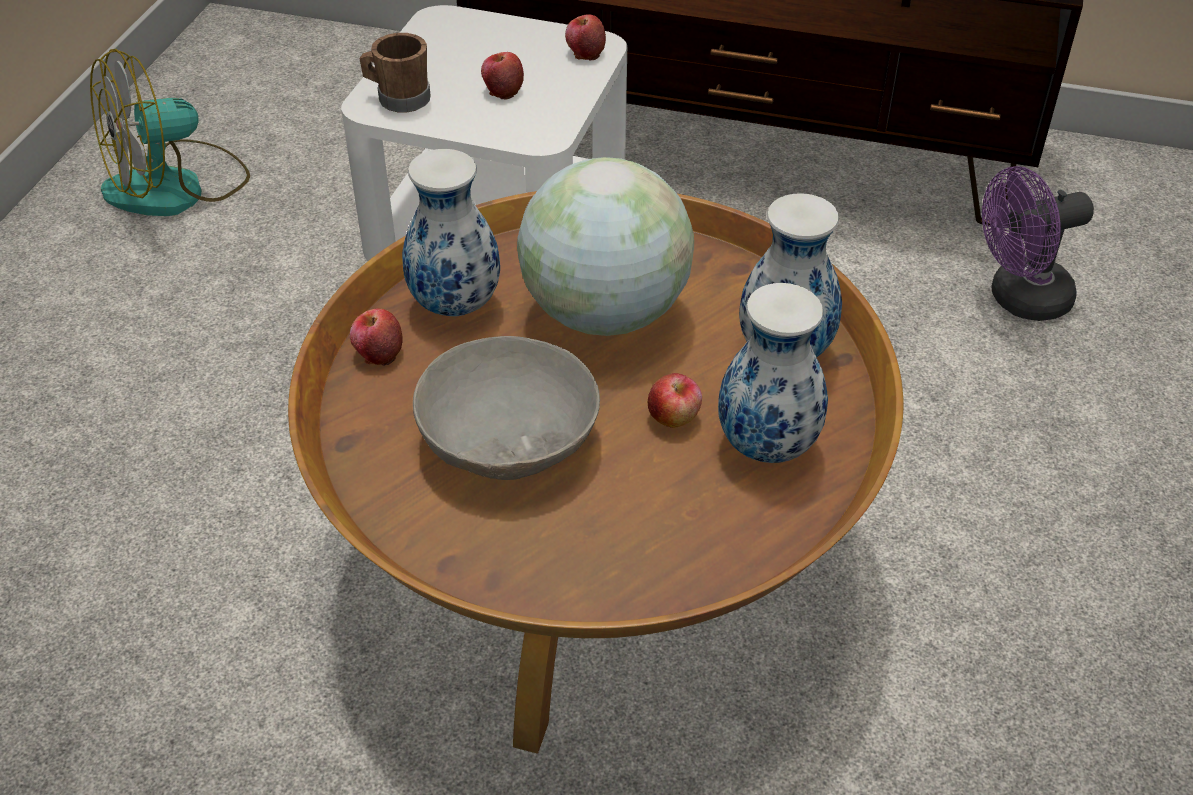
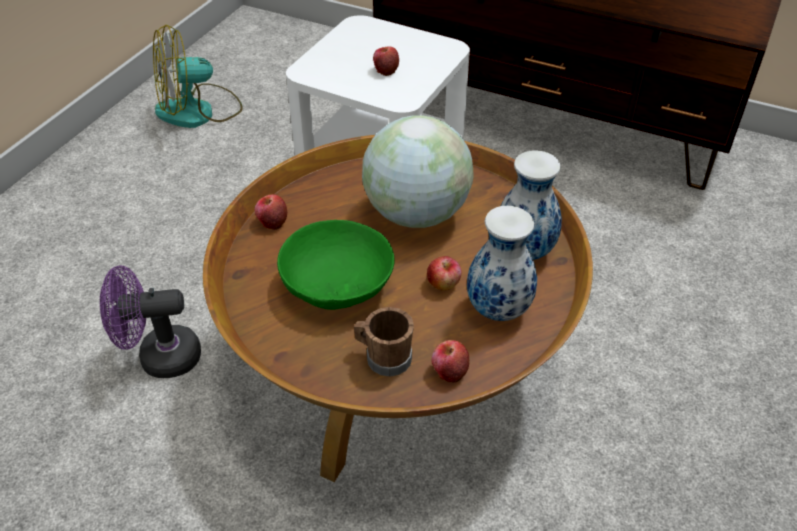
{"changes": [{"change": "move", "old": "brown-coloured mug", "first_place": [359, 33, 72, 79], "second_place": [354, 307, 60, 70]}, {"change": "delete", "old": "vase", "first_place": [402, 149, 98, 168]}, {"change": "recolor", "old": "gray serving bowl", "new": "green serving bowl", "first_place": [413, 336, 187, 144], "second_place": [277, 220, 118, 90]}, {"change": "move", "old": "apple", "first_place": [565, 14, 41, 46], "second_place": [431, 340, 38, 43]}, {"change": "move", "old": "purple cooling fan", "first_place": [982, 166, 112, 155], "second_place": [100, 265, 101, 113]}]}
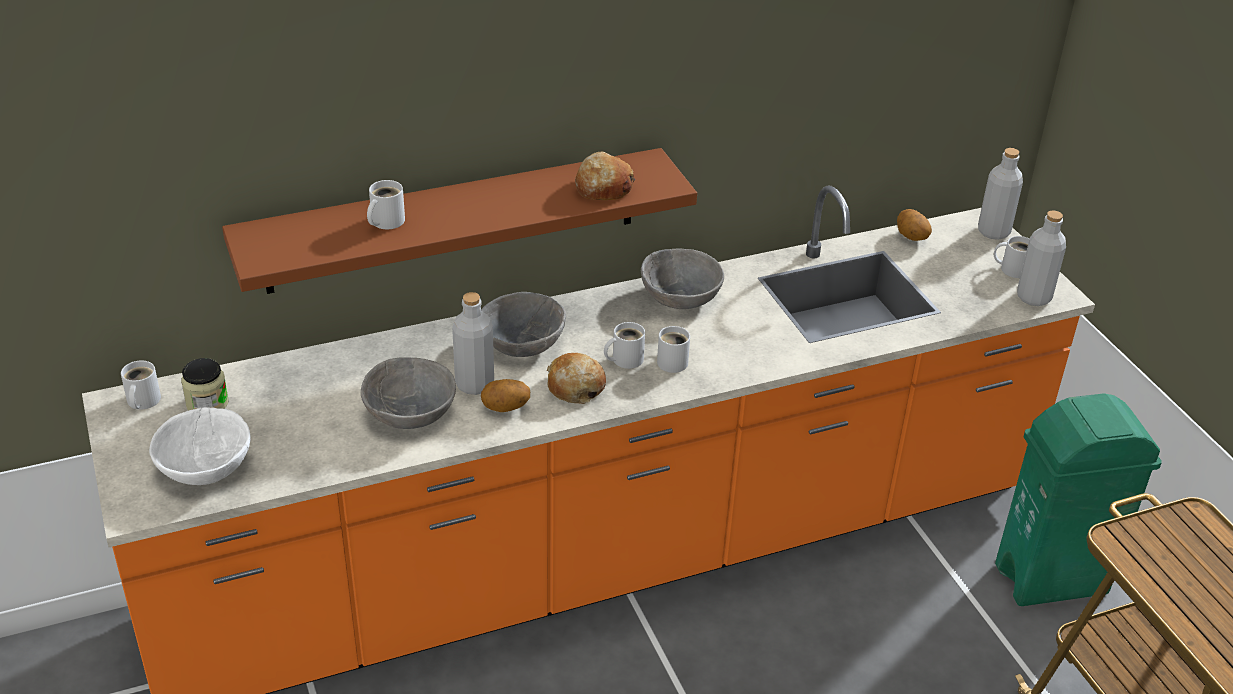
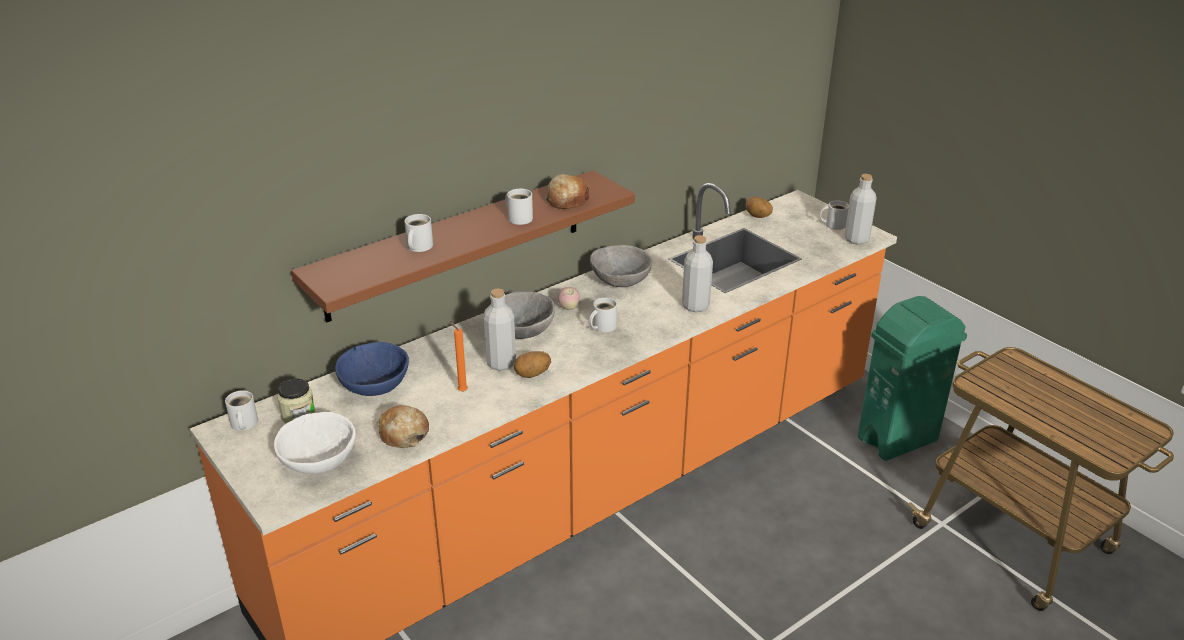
{"changes": [{"change": "replace", "old": "gray serving bowl", "new": "orangey candle", "first_place": [361, 357, 95, 72], "second_place": [450, 321, 18, 71]}, {"change": "move", "old": "bakery bread", "first_place": [547, 353, 59, 51], "second_place": [376, 405, 53, 43]}, {"change": "move", "old": "white mug", "first_place": [657, 326, 33, 47], "second_place": [505, 189, 28, 36]}, {"change": "move", "old": "gray drink bottle", "first_place": [978, 148, 45, 92], "second_place": [682, 235, 31, 77]}, {"change": "insert", "new": "blue-coloured serving bowl", "second_place": [335, 342, 74, 54]}, {"change": "insert", "new": "apple", "second_place": [558, 287, 22, 23]}]}
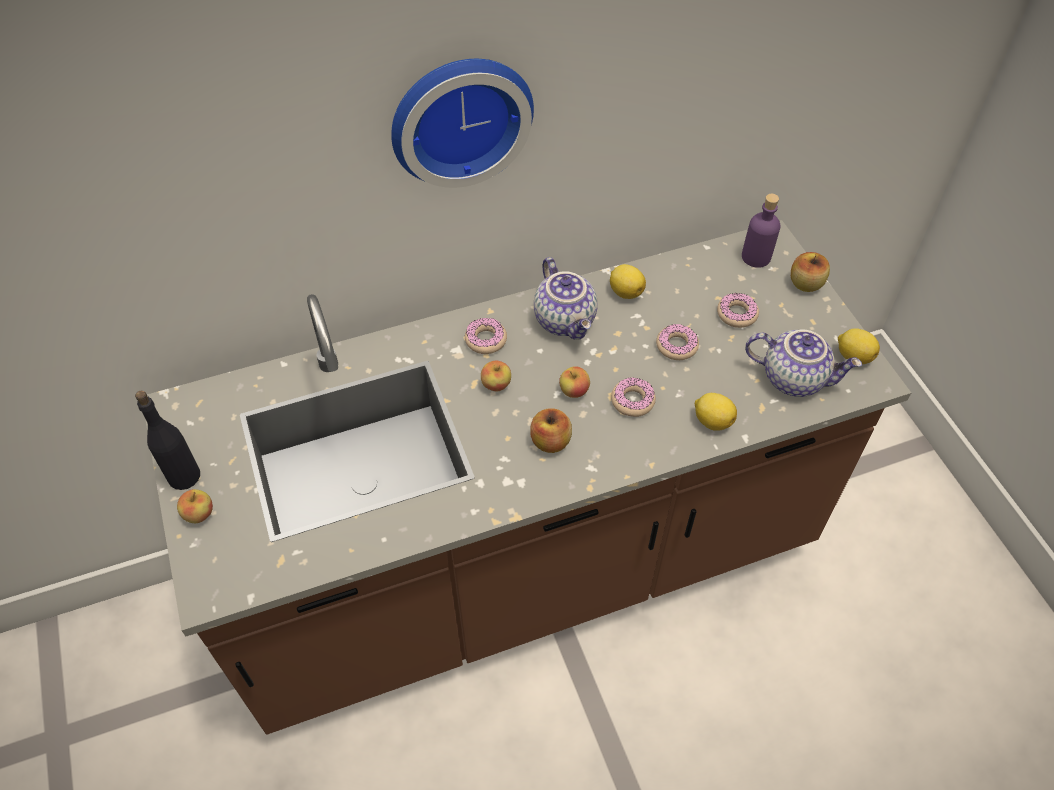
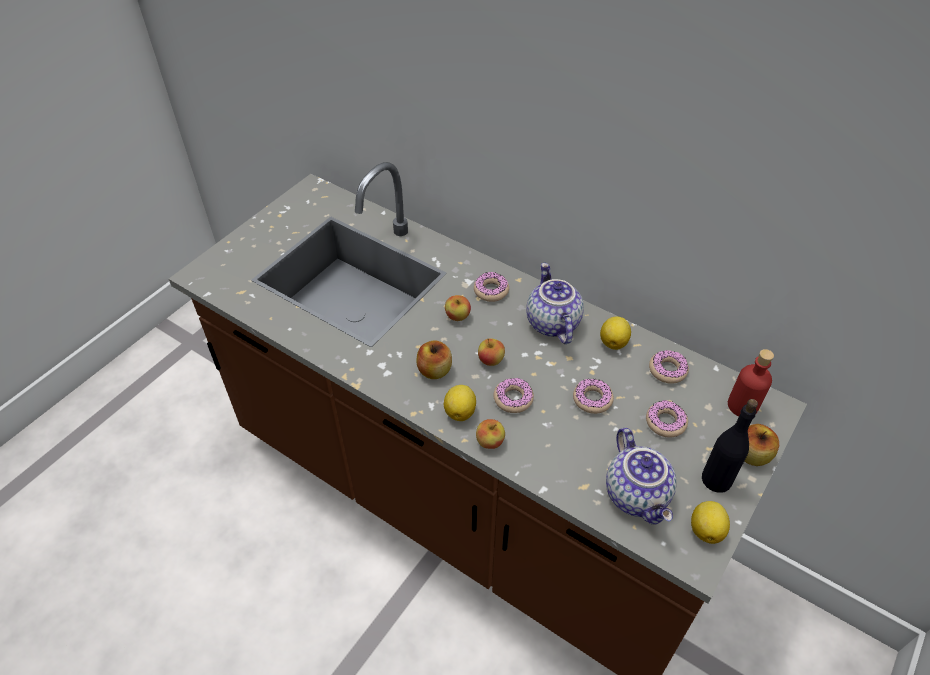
{"changes": [{"change": "move", "old": "black drink bottle", "first_place": [135, 391, 65, 99], "second_place": [702, 399, 56, 94]}, {"change": "move", "old": "apple", "first_place": [177, 489, 36, 34], "second_place": [476, 419, 29, 30]}, {"change": "delete", "old": "hanging clock", "first_place": [391, 59, 143, 129]}, {"change": "rotate", "old": "teapot", "first_place": [534, 257, 64, 83], "second_place": [526, 263, 58, 81], "degrees": 135}, {"change": "move", "old": "lemon", "first_place": [695, 393, 42, 38], "second_place": [444, 385, 32, 36]}, {"change": "recolor", "old": "purple drink bottle", "new": "red drink bottle", "first_place": [742, 194, 38, 74], "second_place": [728, 349, 46, 67]}, {"change": "insert", "new": "ring doughnut", "second_place": [649, 350, 40, 34]}]}
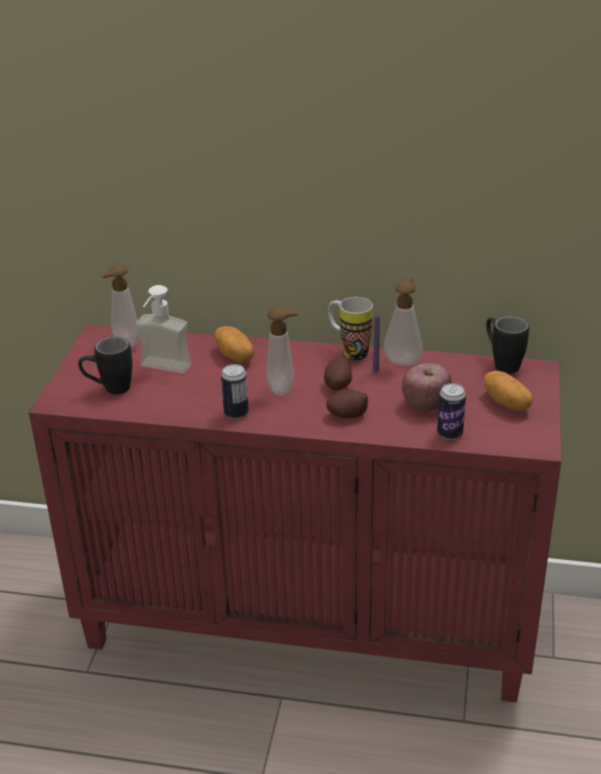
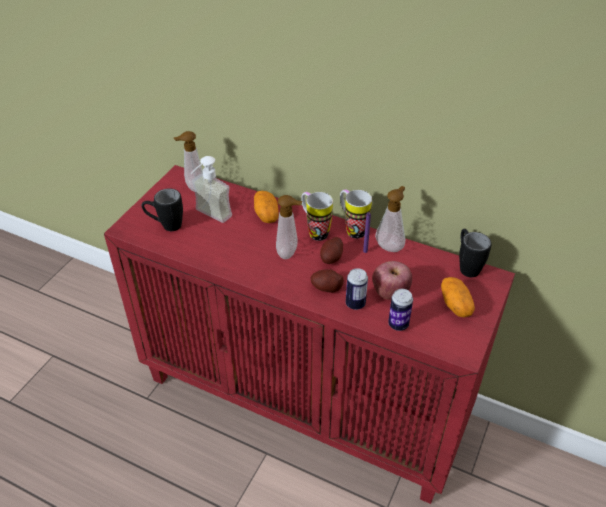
{"changes": [{"change": "move", "old": "metal can", "first_place": [221, 364, 28, 55], "second_place": [346, 268, 22, 42]}, {"change": "insert", "new": "mug", "second_place": [301, 192, 32, 49]}]}
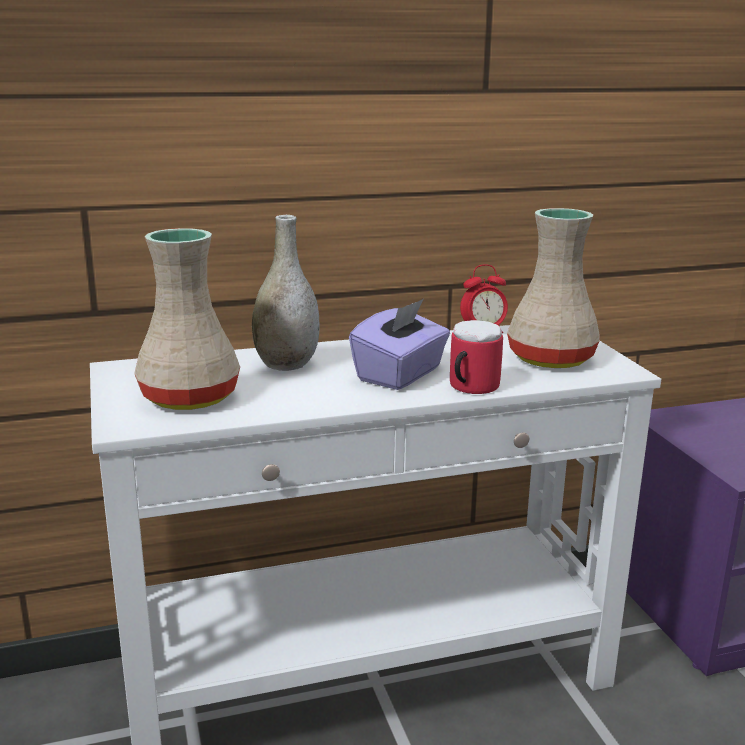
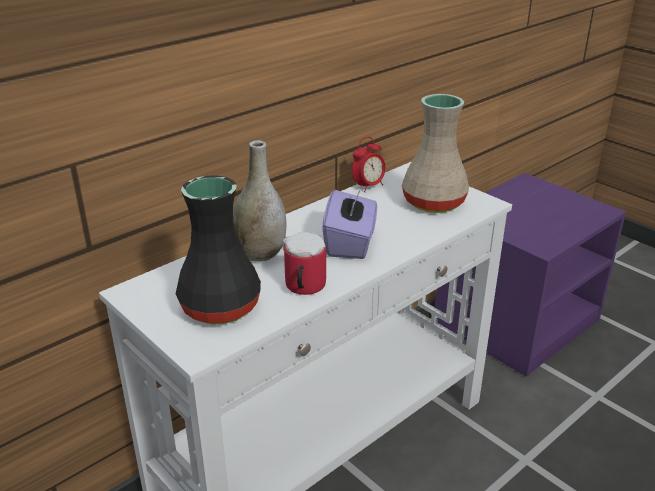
{"changes": [{"change": "recolor", "old": "beige-coloured vase", "new": "black vase", "first_place": [134, 228, 106, 182], "second_place": [176, 175, 85, 149]}, {"change": "move", "old": "mug", "first_place": [450, 320, 53, 74], "second_place": [282, 232, 44, 63]}]}
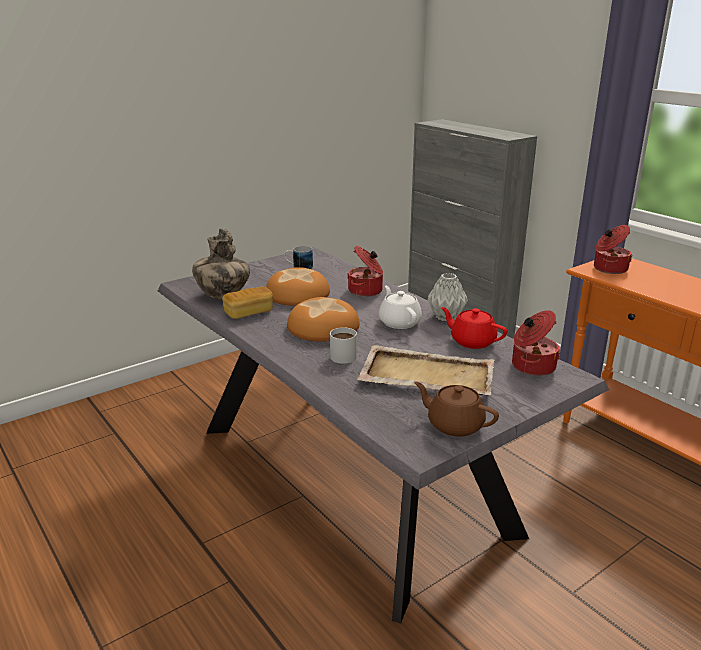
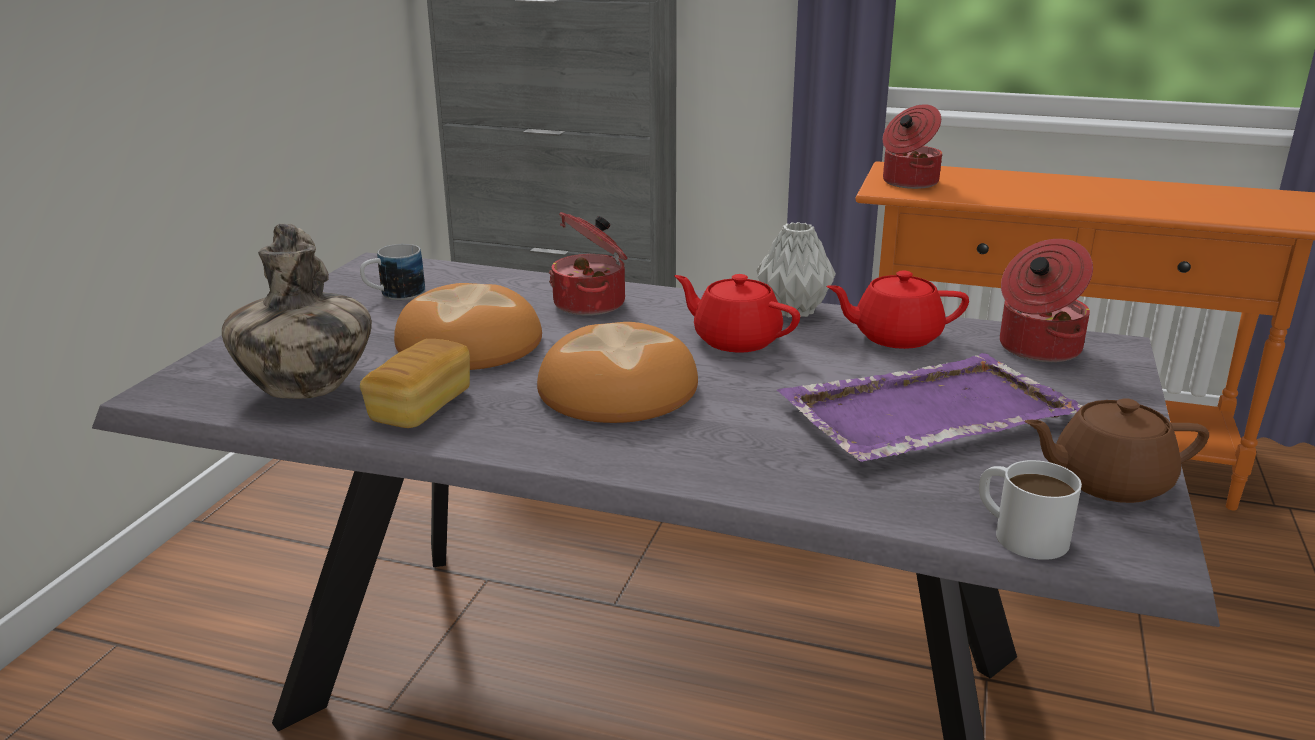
{"changes": [{"change": "move", "old": "white mug", "first_place": [330, 327, 27, 37], "second_place": [979, 460, 103, 100]}, {"change": "recolor", "old": "beige-coloured serving tray", "new": "purple serving tray", "first_place": [357, 345, 138, 50], "second_place": [777, 353, 306, 109]}, {"change": "recolor", "old": "white teapot", "new": "red teapot", "first_place": [379, 286, 43, 43], "second_place": [674, 274, 126, 79]}]}
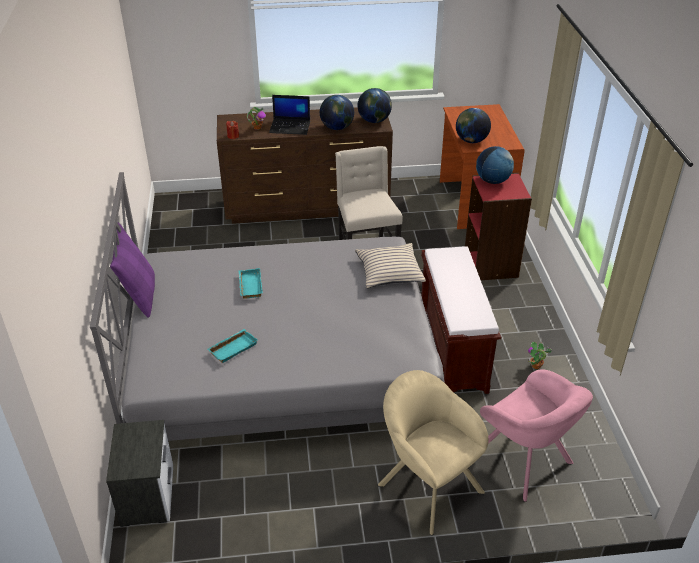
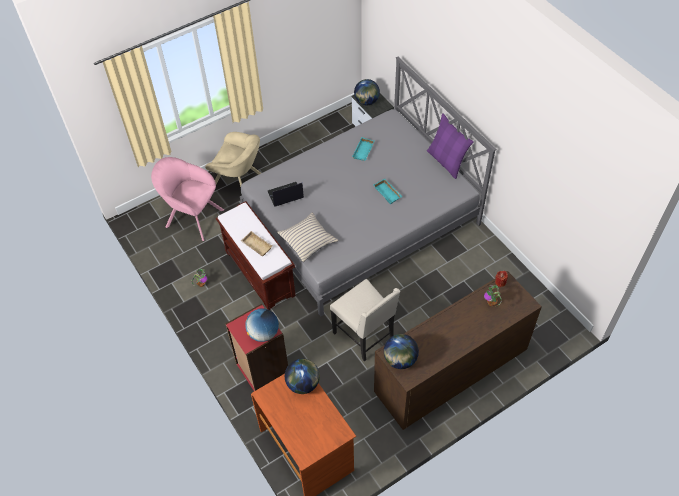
{"changes": [{"change": "move", "old": "laptop", "first_place": [269, 95, 41, 40], "second_place": [268, 182, 36, 25]}, {"change": "move", "old": "desk globe", "first_place": [320, 95, 34, 35], "second_place": [354, 79, 26, 26]}, {"change": "insert", "new": "beige-coloured serving tray", "second_place": [241, 231, 32, 25]}]}
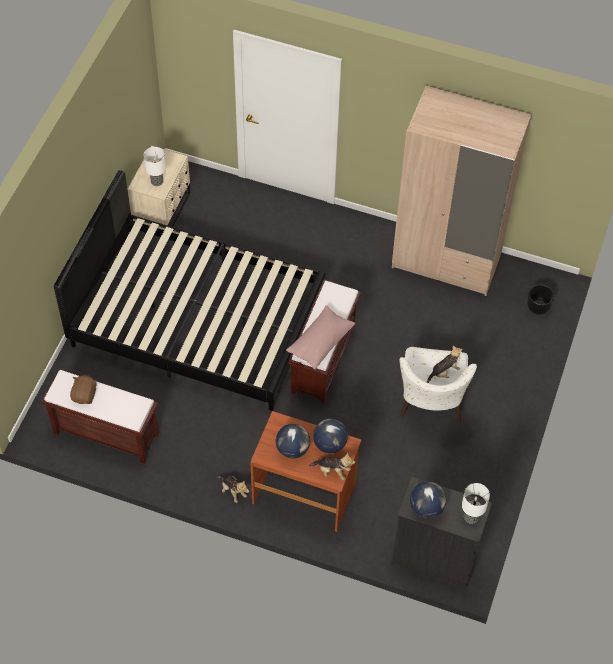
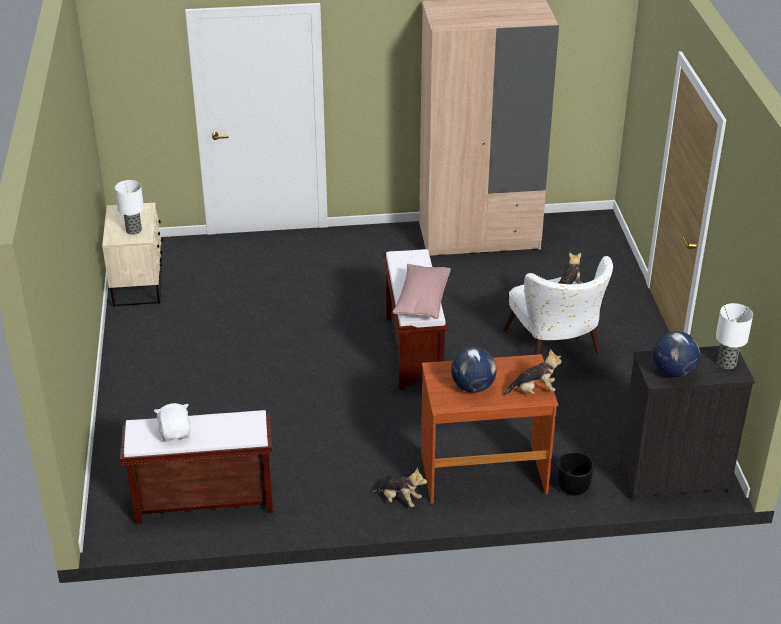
{"changes": [{"change": "delete", "old": "black bedroom bed", "first_place": [54, 170, 272, 241]}, {"change": "recolor", "old": "brown-coloured plush toy", "new": "white plush toy", "first_place": [70, 375, 27, 29], "second_place": [154, 403, 37, 39]}, {"change": "delete", "old": "desk globe", "first_place": [313, 419, 35, 34]}, {"change": "move", "old": "black flower pot", "first_place": [527, 285, 27, 30], "second_place": [557, 452, 37, 44]}]}
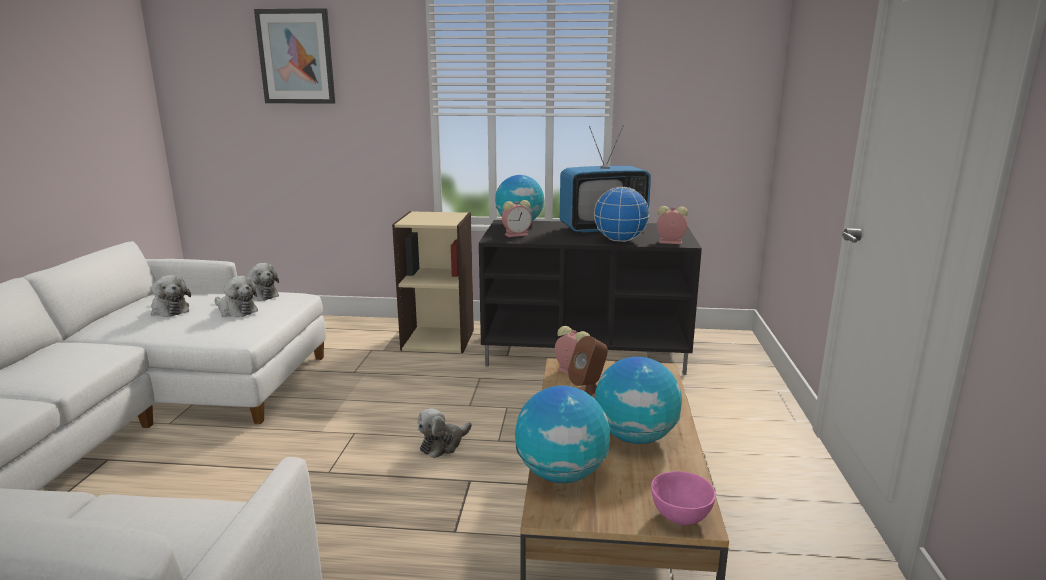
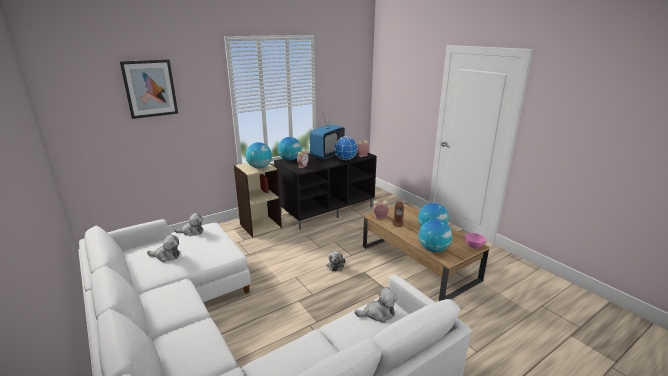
{"changes": [{"change": "move", "old": "plush toy", "first_place": [215, 276, 43, 41], "second_place": [354, 287, 44, 36]}, {"change": "insert", "new": "desk globe", "second_place": [246, 142, 26, 26]}]}
